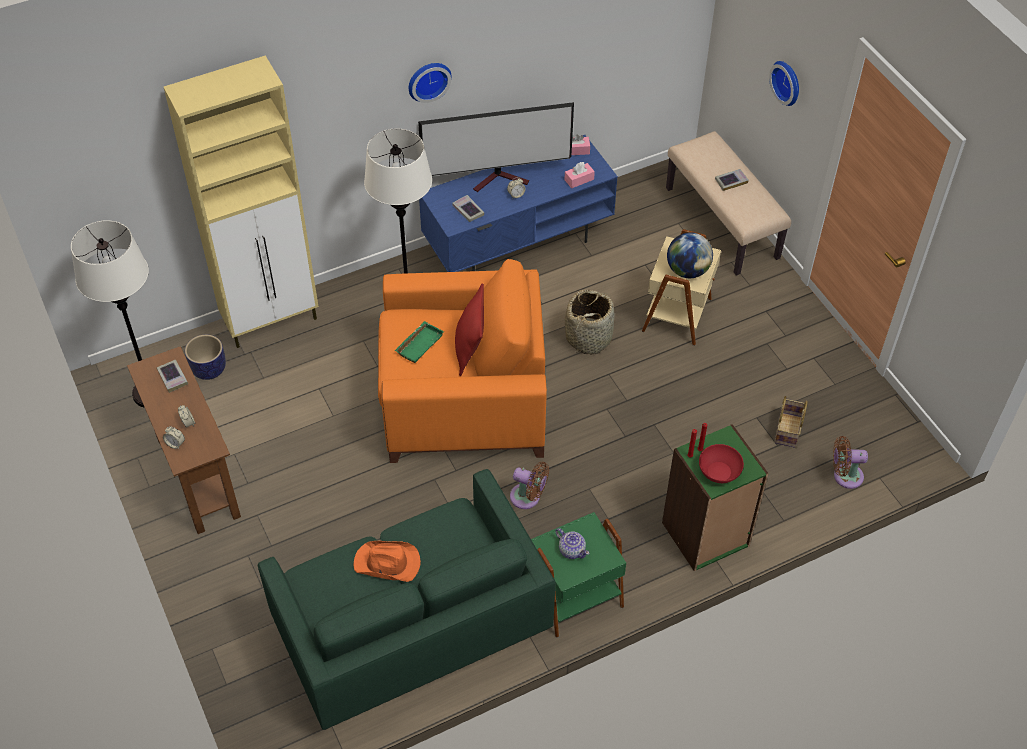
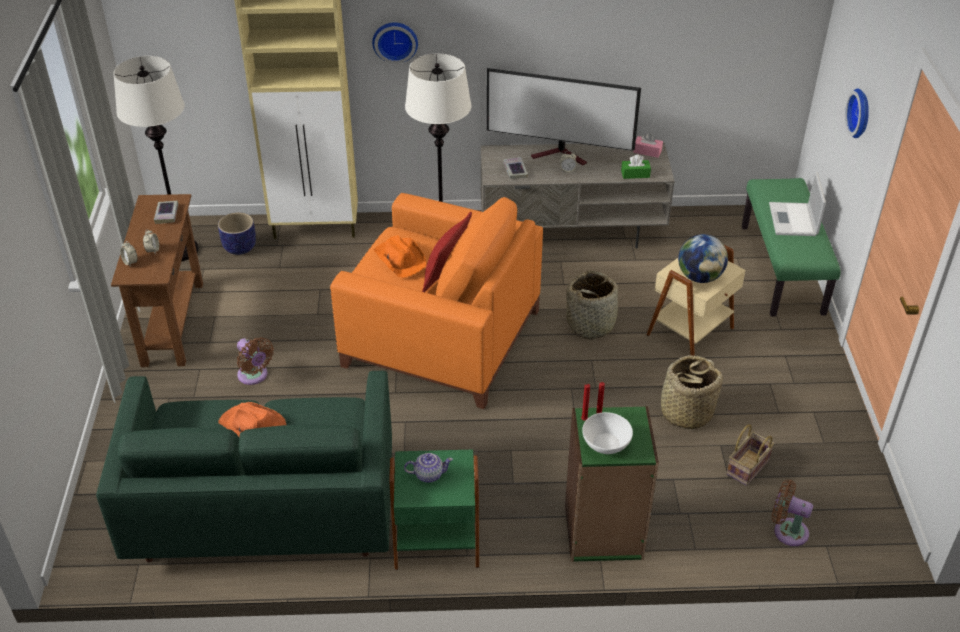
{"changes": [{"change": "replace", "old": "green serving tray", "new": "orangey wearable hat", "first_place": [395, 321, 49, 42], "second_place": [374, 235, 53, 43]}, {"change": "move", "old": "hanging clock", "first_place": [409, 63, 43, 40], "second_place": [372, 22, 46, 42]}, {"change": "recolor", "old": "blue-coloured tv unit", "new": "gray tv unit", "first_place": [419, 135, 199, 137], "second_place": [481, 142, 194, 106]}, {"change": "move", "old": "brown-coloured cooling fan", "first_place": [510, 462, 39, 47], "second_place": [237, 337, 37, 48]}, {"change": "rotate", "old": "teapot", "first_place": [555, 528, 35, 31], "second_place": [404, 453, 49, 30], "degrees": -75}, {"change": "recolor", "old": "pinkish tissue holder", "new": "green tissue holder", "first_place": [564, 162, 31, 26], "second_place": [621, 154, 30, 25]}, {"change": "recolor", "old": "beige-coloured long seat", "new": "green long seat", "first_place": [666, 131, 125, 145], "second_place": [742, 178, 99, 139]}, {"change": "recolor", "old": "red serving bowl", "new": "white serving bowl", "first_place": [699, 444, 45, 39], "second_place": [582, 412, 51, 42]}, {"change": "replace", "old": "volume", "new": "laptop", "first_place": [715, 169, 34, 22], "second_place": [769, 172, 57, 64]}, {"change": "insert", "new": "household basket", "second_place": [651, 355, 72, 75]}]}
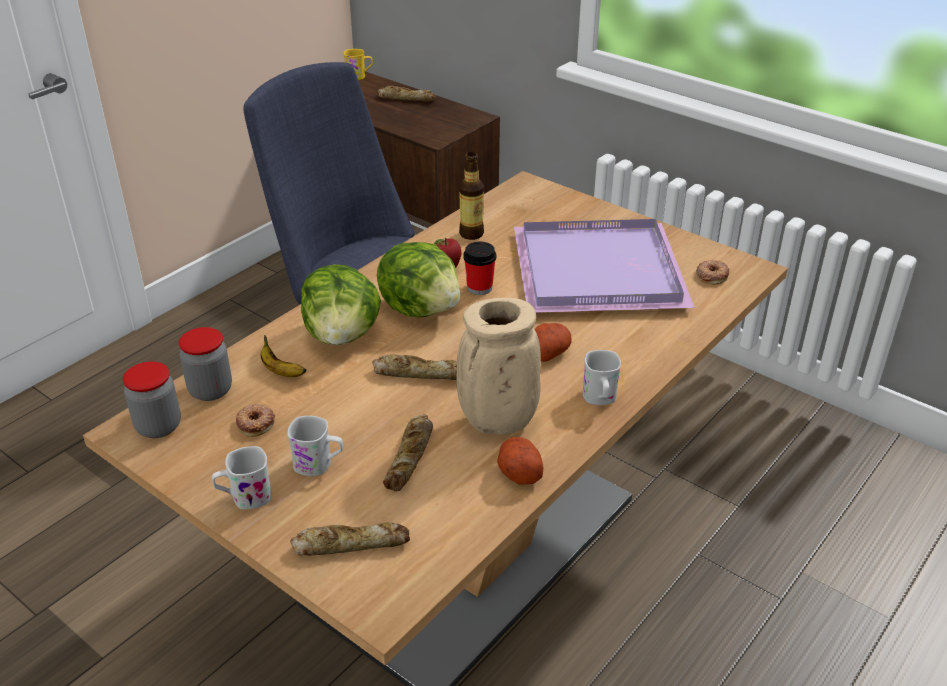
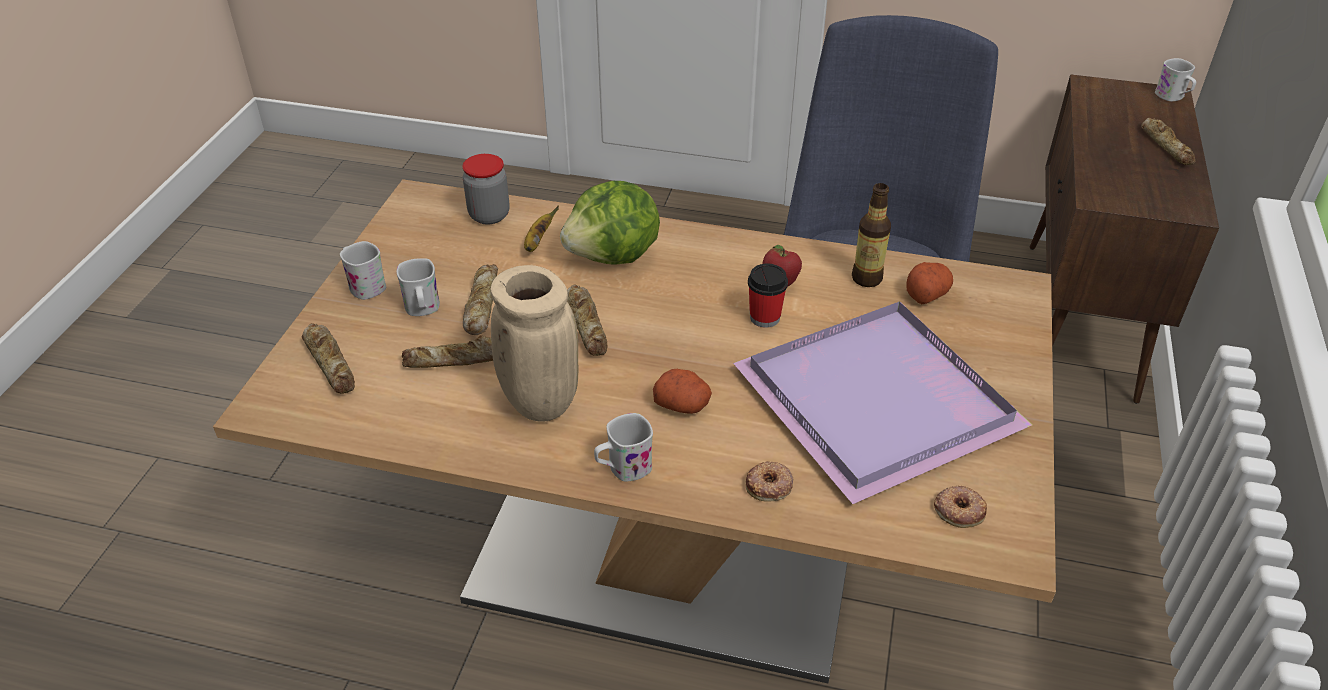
{"changes": [{"change": "delete", "old": "jar", "first_place": [123, 361, 58, 77]}, {"change": "move", "old": "ring doughnut", "first_place": [236, 404, 39, 33], "second_place": [746, 461, 47, 41]}, {"change": "recolor", "old": "yellow-coloured mug", "new": "white mug", "first_place": [344, 49, 29, 31], "second_place": [1155, 58, 41, 43]}, {"change": "delete", "old": "lettuce head", "first_place": [377, 242, 83, 75]}, {"change": "move", "old": "whole potato", "first_place": [497, 437, 46, 47], "second_place": [907, 262, 46, 42]}, {"change": "insert", "new": "bakery bread", "second_place": [463, 264, 35, 71]}]}
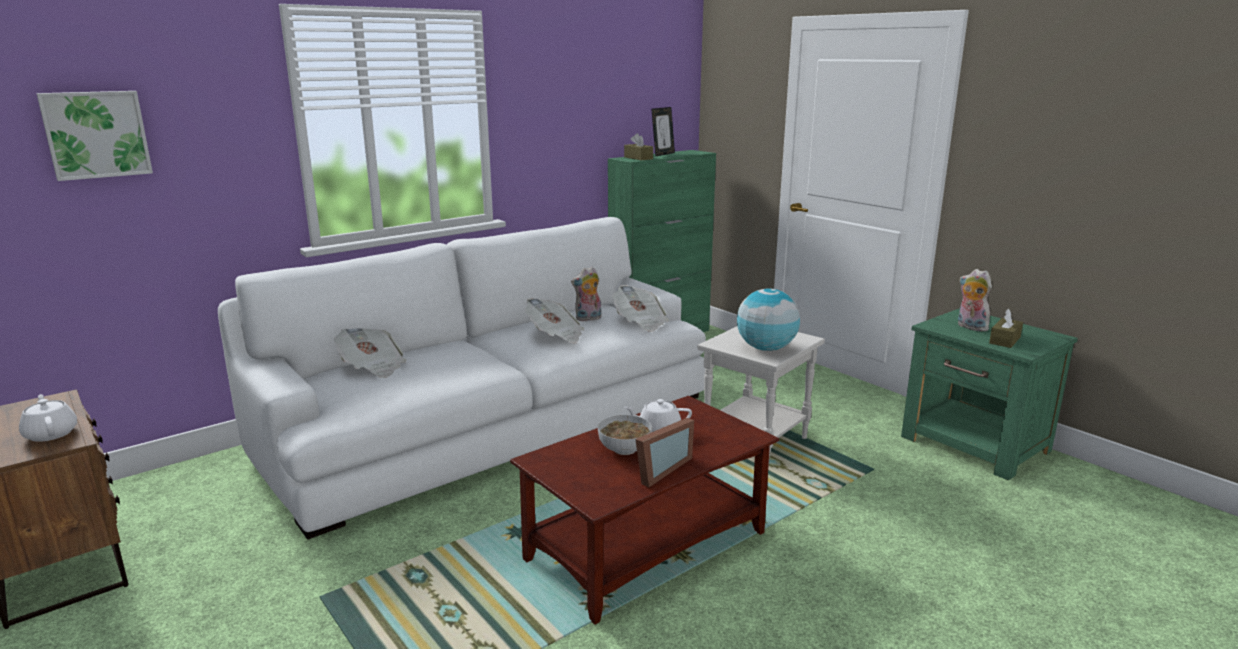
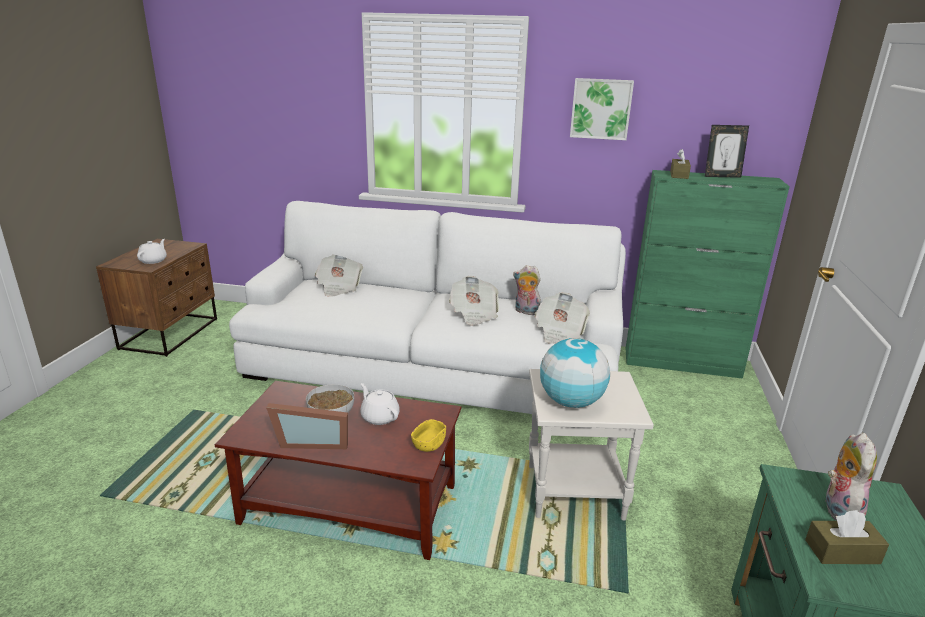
{"changes": [{"change": "move", "old": "picture", "first_place": [36, 91, 117, 90], "second_place": [570, 78, 64, 62]}, {"change": "insert", "new": "yellow-coloured serving bowl", "second_place": [411, 419, 35, 33]}]}
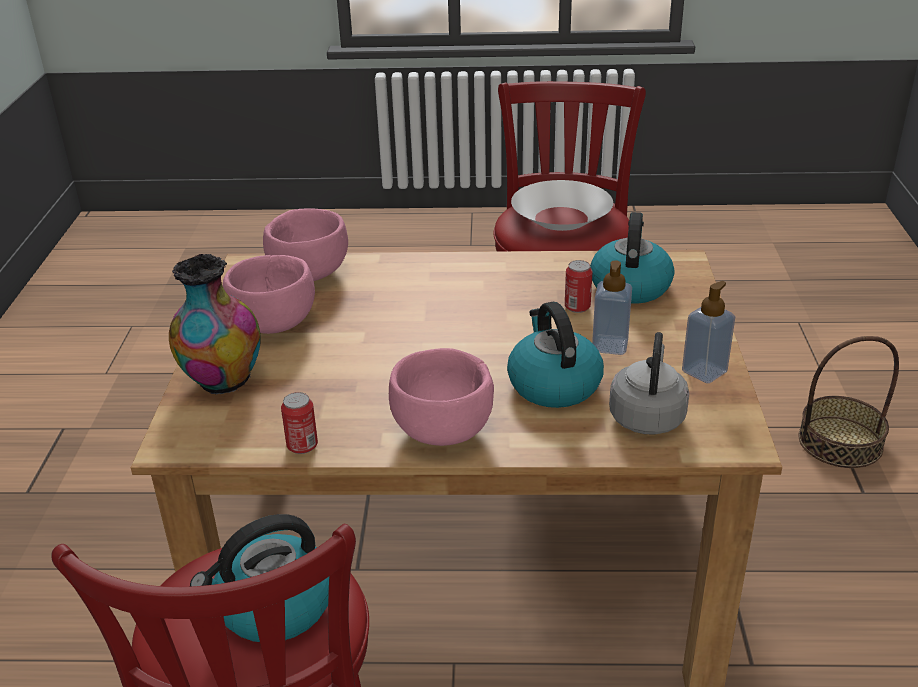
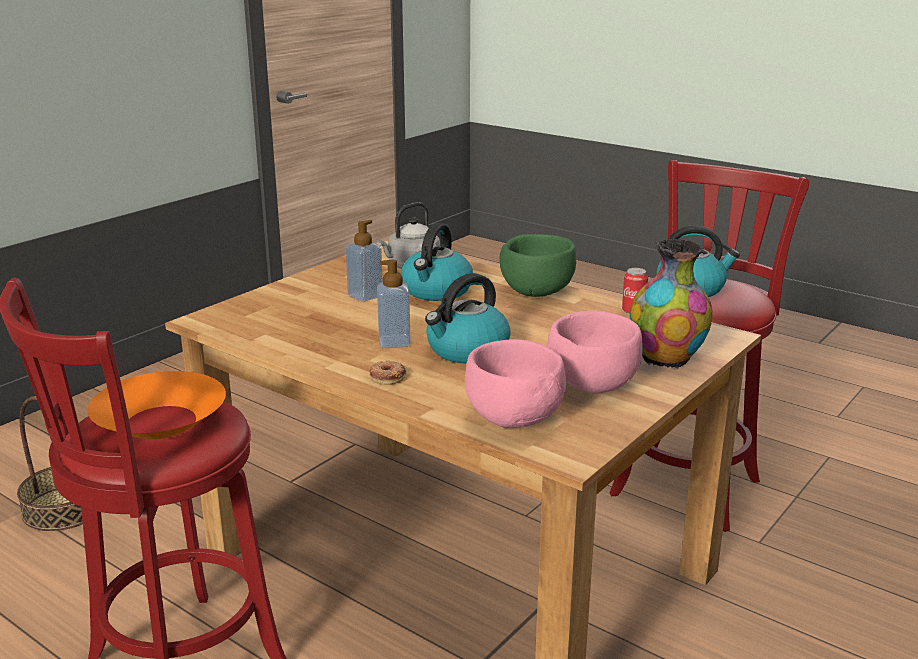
{"changes": [{"change": "recolor", "old": "pinkish serving bowl", "new": "green serving bowl", "first_place": [389, 348, 105, 98], "second_place": [499, 234, 77, 63]}, {"change": "recolor", "old": "white serving bowl", "new": "orangey serving bowl", "first_place": [511, 180, 102, 51], "second_place": [87, 371, 139, 68]}, {"change": "delete", "old": "metal can", "first_place": [565, 260, 28, 53]}, {"change": "move", "old": "tea kettle", "first_place": [590, 212, 84, 92], "second_place": [425, 273, 86, 91]}, {"change": "move", "old": "soap bottle", "first_place": [682, 281, 53, 102], "second_place": [377, 260, 34, 88]}, {"change": "insert", "new": "ring doughnut", "second_place": [370, 361, 36, 24]}]}
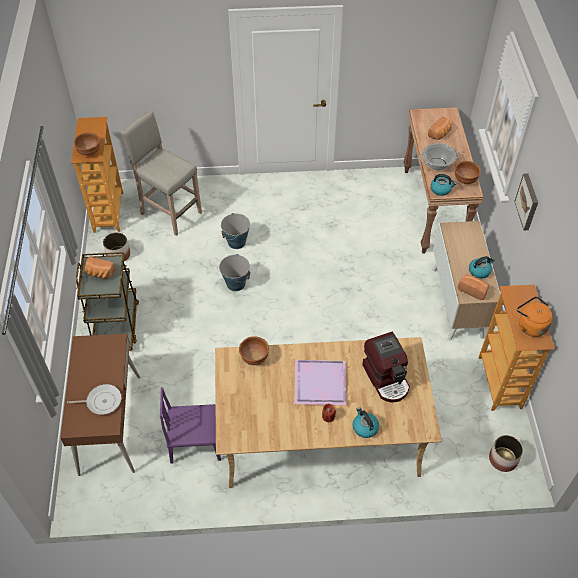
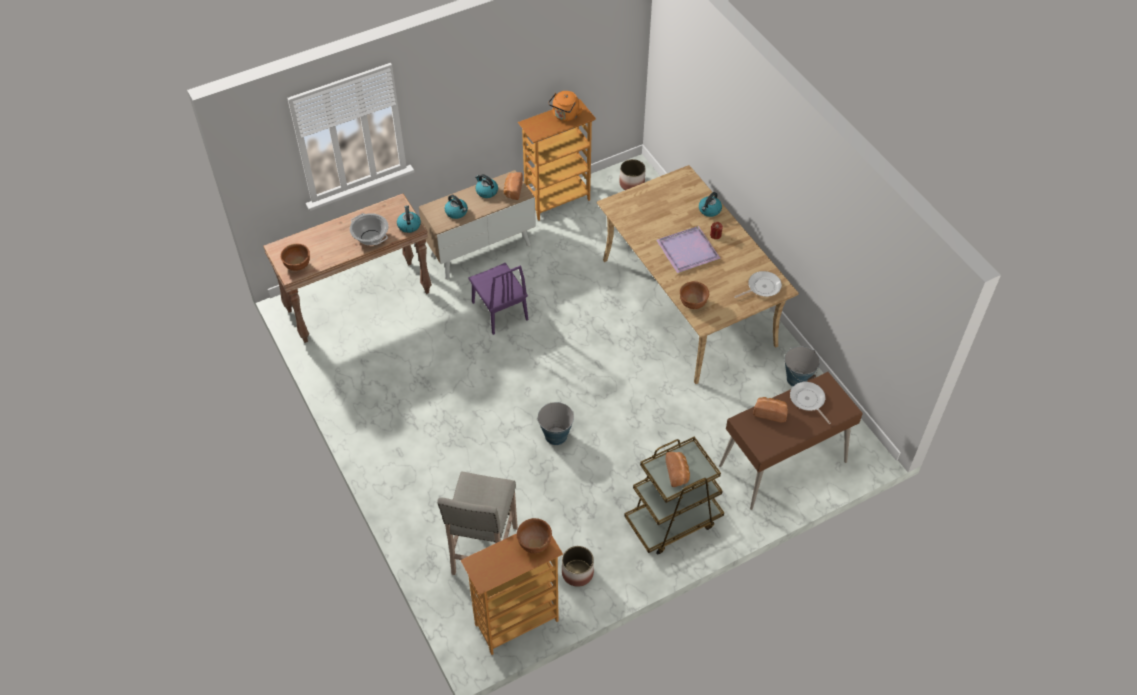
{"changes": [{"change": "move", "old": "purple chair", "first_place": [160, 387, 61, 76], "second_place": [468, 263, 60, 72]}, {"change": "move", "old": "bucket", "first_place": [221, 213, 29, 36], "second_place": [785, 346, 35, 41]}, {"change": "delete", "old": "coffee brewer", "first_place": [362, 332, 48, 70]}, {"change": "move", "old": "bakery bread", "first_place": [428, 117, 24, 23], "second_place": [753, 397, 35, 25]}, {"change": "move", "old": "brown-coloured serving bowl", "first_place": [455, 161, 26, 23], "second_place": [280, 243, 30, 28]}, {"change": "delete", "old": "picture", "first_place": [514, 174, 24, 56]}, {"change": "insert", "new": "tea kettle", "second_place": [445, 195, 23, 24]}, {"change": "insert", "new": "skillet", "second_place": [734, 271, 48, 27]}]}
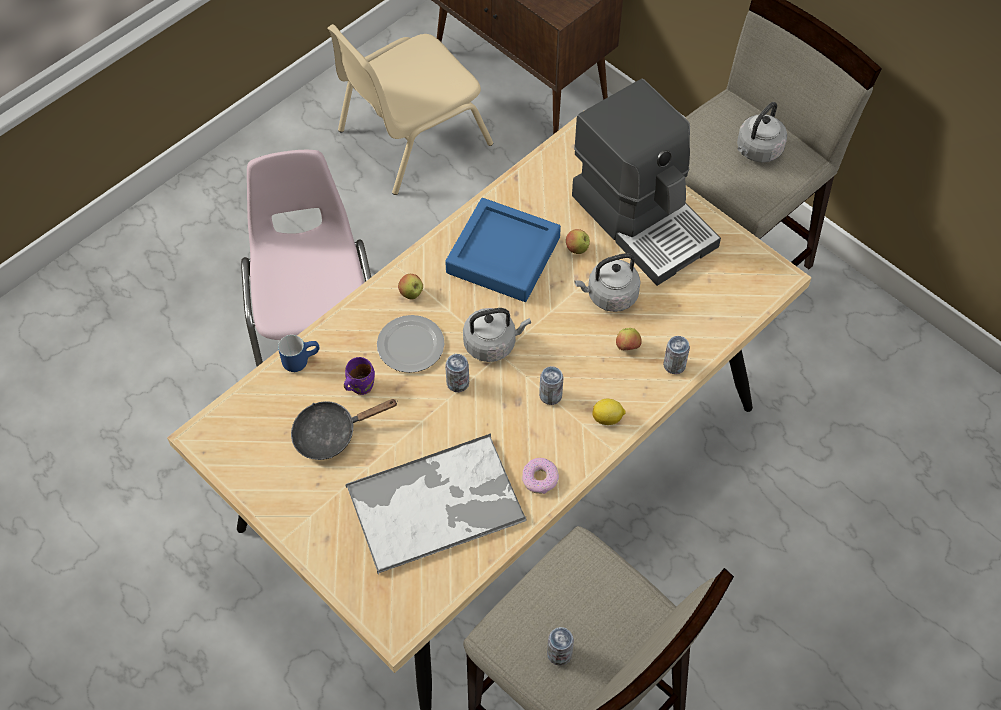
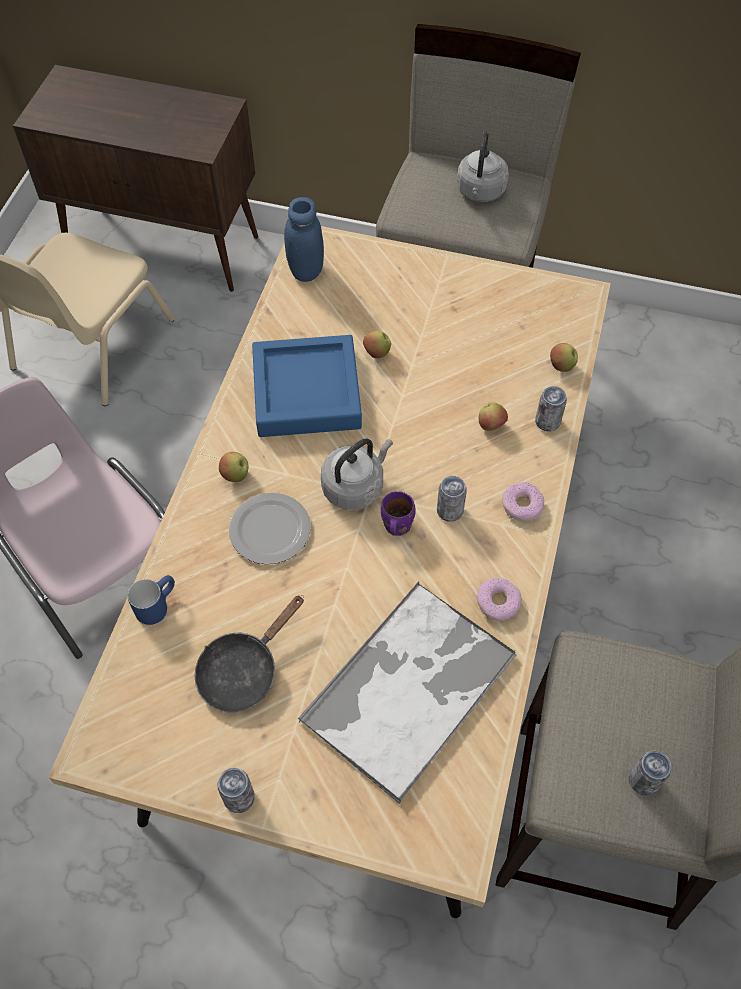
{"changes": [{"change": "move", "old": "purple mug", "first_place": [344, 357, 31, 38], "second_place": [381, 491, 35, 45]}, {"change": "move", "old": "metal can", "first_place": [445, 354, 24, 38], "second_place": [217, 768, 38, 45]}, {"change": "delete", "old": "coffee brewer", "first_place": [572, 79, 149, 207]}, {"change": "delete", "old": "gray tea kettle", "first_place": [574, 253, 67, 59]}, {"change": "replace", "old": "lemon", "new": "ring doughnut", "first_place": [592, 399, 34, 26], "second_place": [502, 482, 42, 39]}, {"change": "insert", "new": "blue-coloured jar", "second_place": [284, 197, 40, 85]}, {"change": "insert", "new": "apple", "second_place": [550, 343, 28, 29]}]}
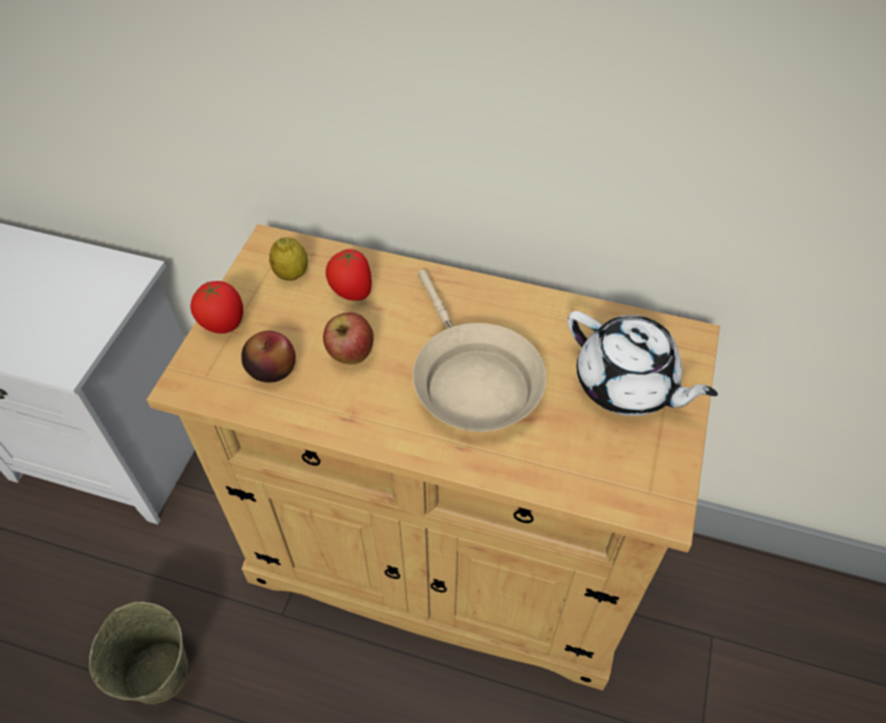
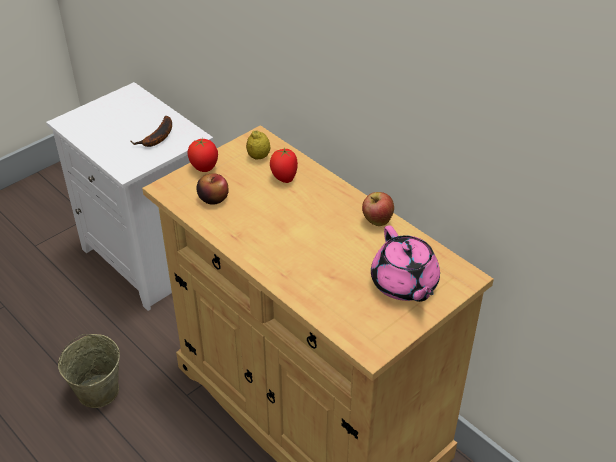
{"changes": [{"change": "move", "old": "apple", "first_place": [323, 313, 51, 51], "second_place": [362, 192, 32, 34]}, {"change": "delete", "old": "beige-coloured skillet", "first_place": [413, 269, 133, 163]}, {"change": "recolor", "old": "white teapot", "new": "pinkish teapot", "first_place": [567, 311, 151, 105], "second_place": [371, 225, 69, 77]}, {"change": "insert", "new": "banana fruit", "second_place": [130, 116, 42, 31]}]}
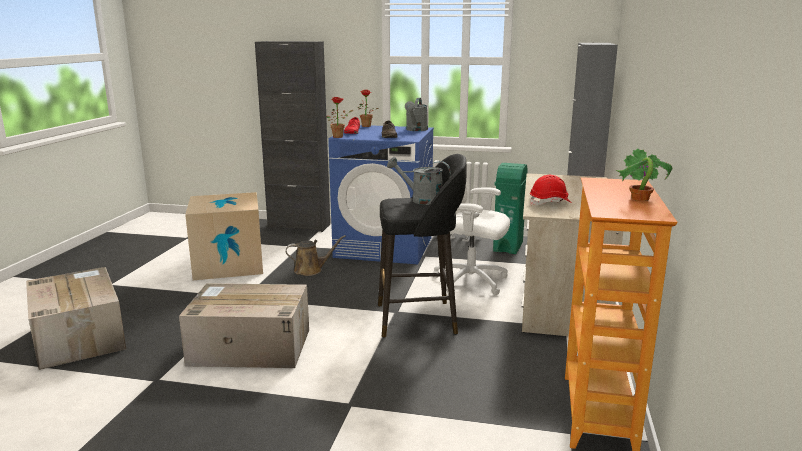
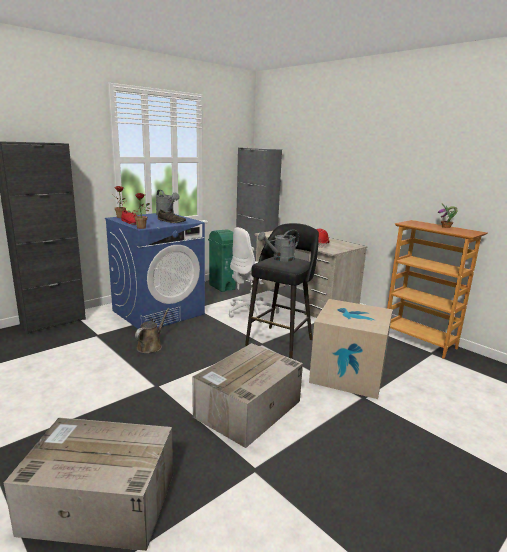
{"changes": [{"change": "move", "old": "carton", "first_place": [185, 192, 78, 88], "second_place": [309, 299, 84, 100]}]}
